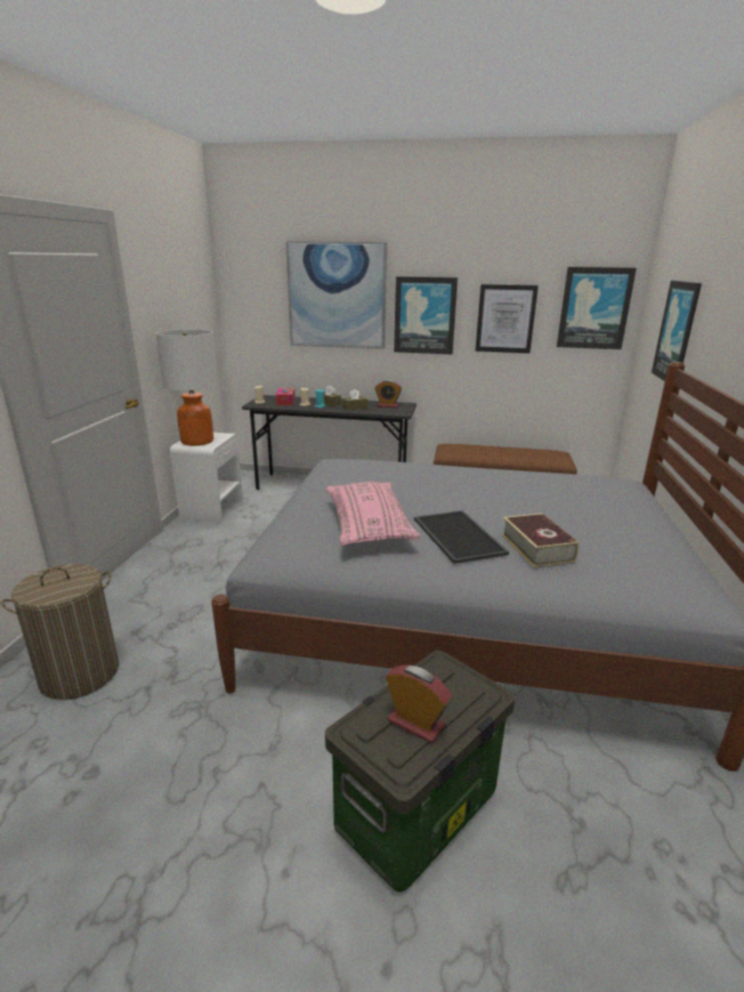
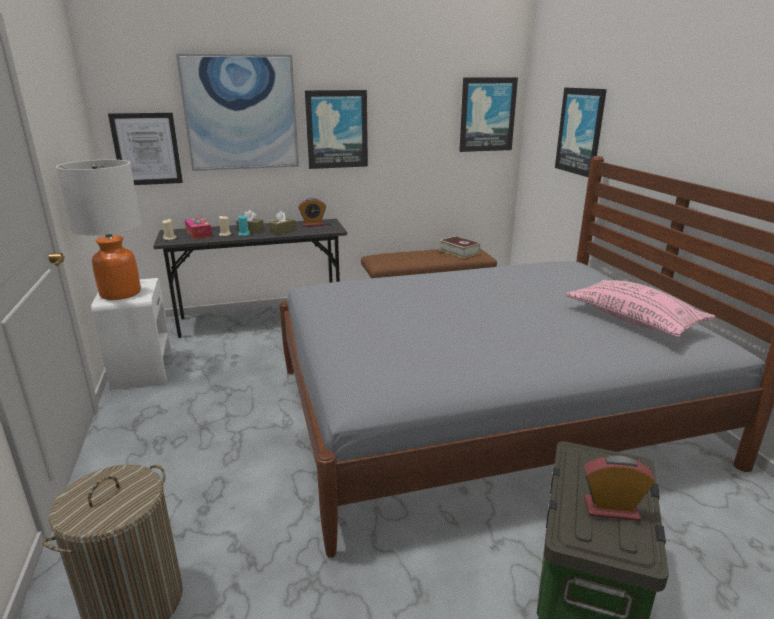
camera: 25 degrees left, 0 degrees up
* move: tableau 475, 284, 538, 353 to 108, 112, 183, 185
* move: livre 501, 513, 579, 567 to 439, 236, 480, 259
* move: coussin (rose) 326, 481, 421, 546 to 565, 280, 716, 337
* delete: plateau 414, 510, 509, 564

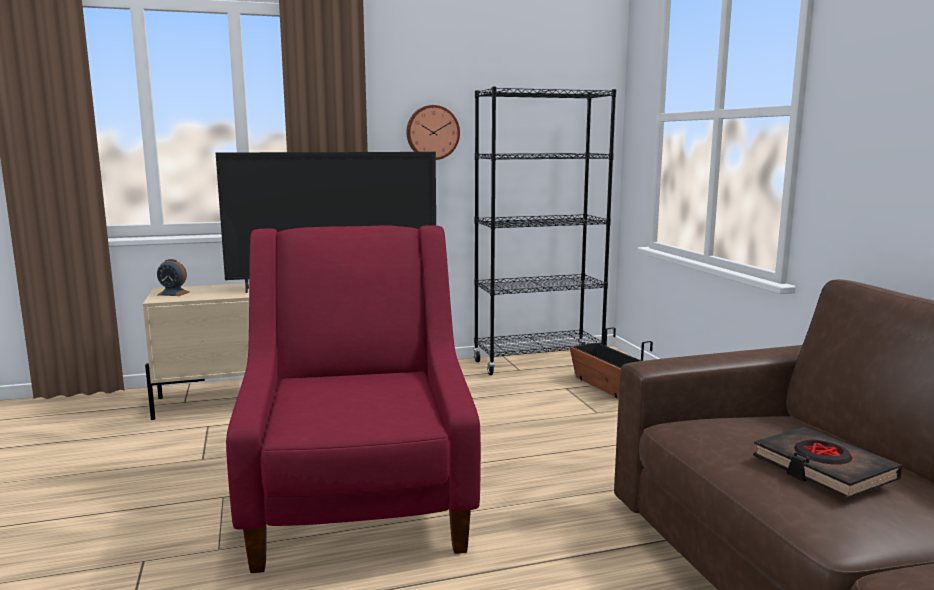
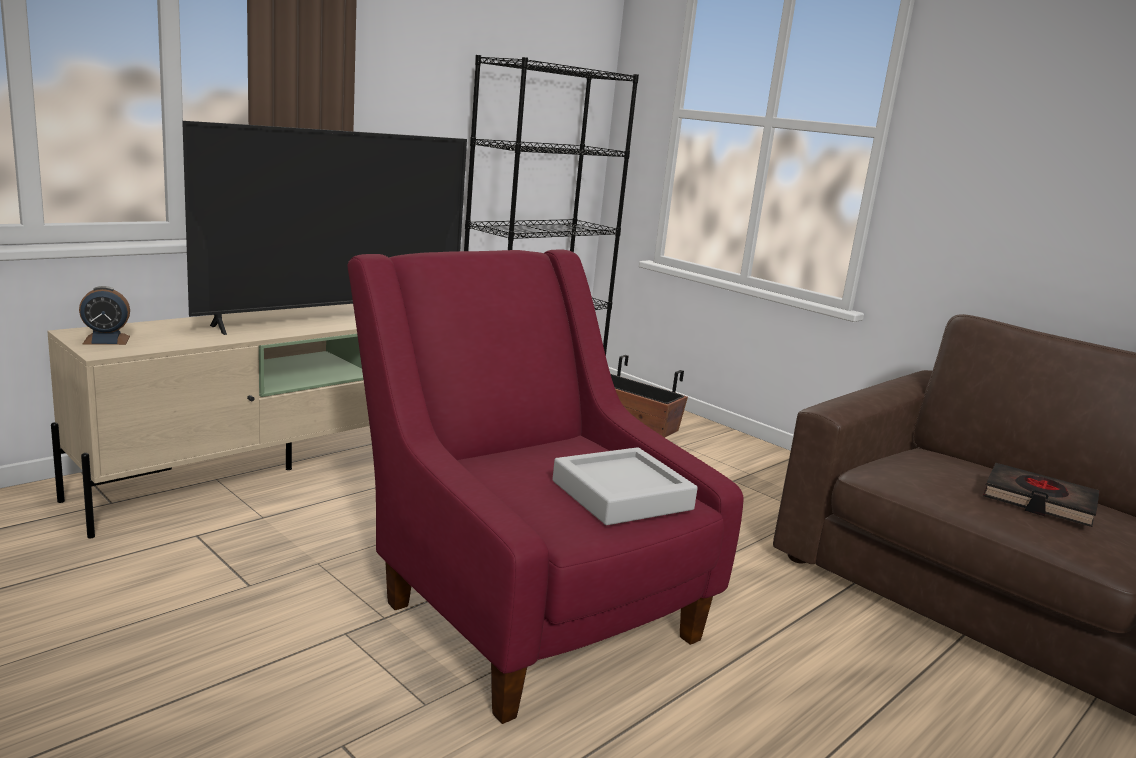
camera: 30 degrees left, 5 degrees up
* insert: plateau (gris) 552, 447, 698, 525
* delete: horloge murale 406, 105, 460, 160

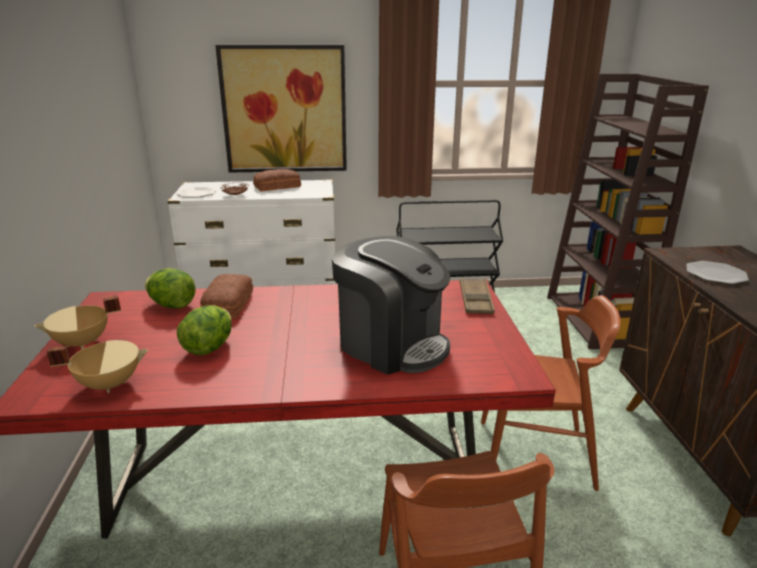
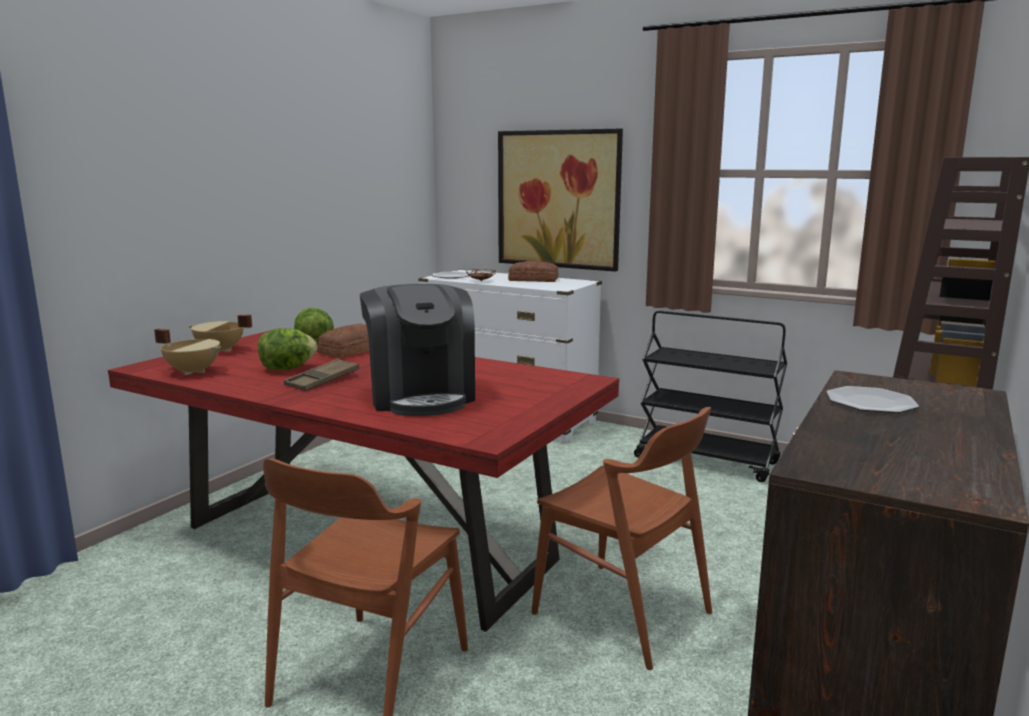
camera: 35 degrees right, 10 degrees down
* move: plateau (marron) 460, 278, 495, 314 to 284, 359, 359, 391

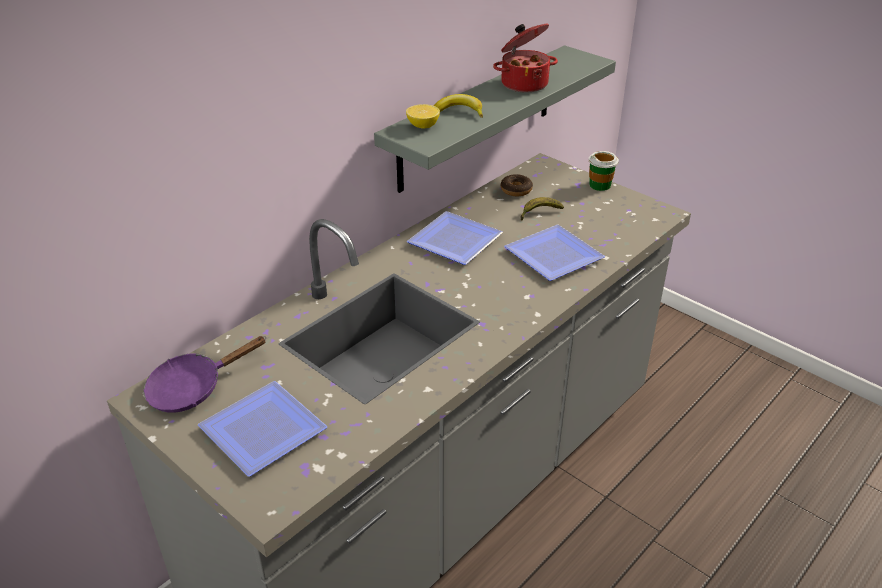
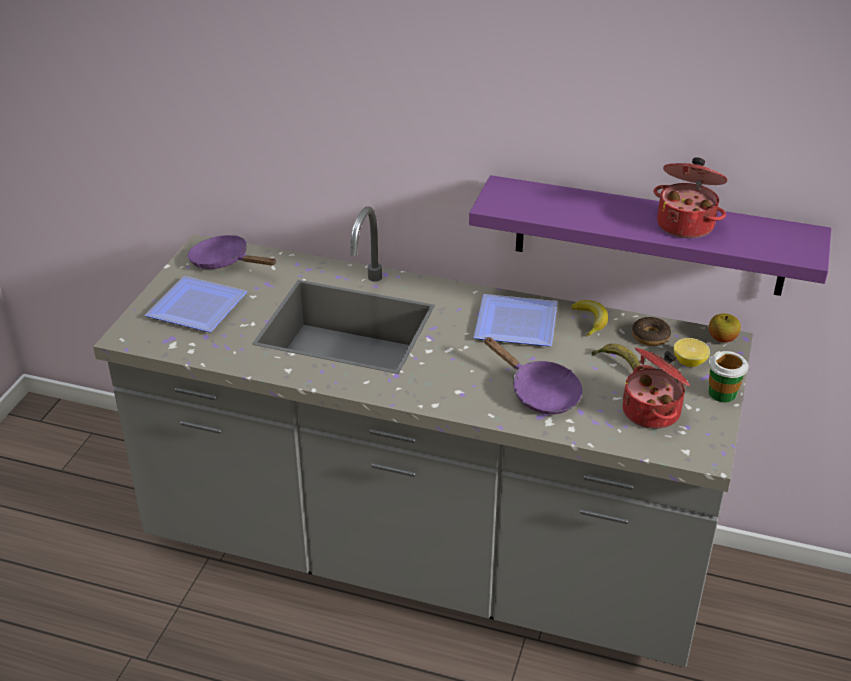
camera: 65 degrees right, 0 degrees up
* recolor: étagère (gris) 374, 45, 616, 193 to étagère (violet) 469, 175, 831, 296
* replace: assiette 504, 225, 605, 281 to poêle (violet) 484, 337, 582, 415
* move: banane 434, 94, 483, 117 to 571, 300, 608, 336
* insert: marmite 623, 348, 690, 429
* move: citron 406, 104, 440, 129 to 673, 338, 710, 367
* insert: pomme 709, 313, 741, 343

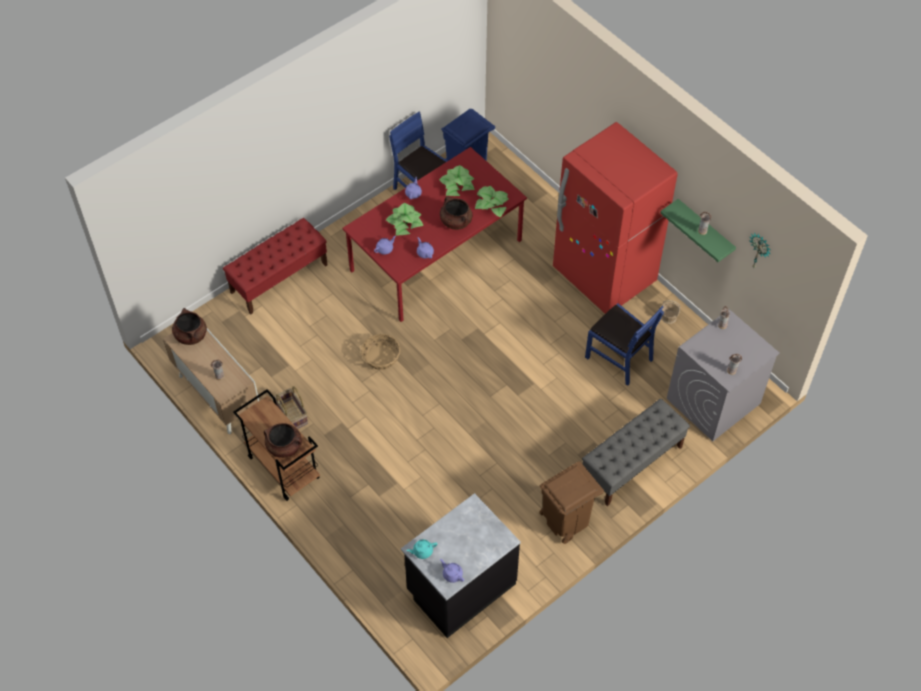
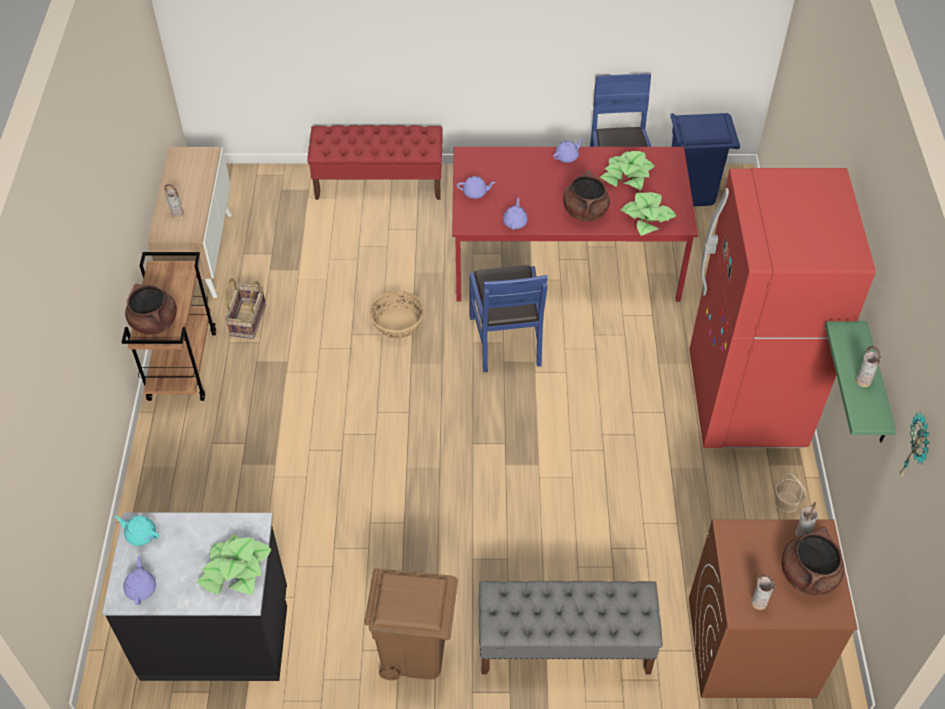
camera: 40 degrees right, 5 degrees down
* move: plante en pot 386, 203, 424, 236 to 197, 535, 272, 595
* move: chaise (bleu) 585, 303, 664, 386 to 469, 265, 548, 373
* recolor: lave-linge (gris) 667, 309, 780, 441 to lave-linge (marron) 689, 519, 858, 698
* move: marmite (marron) 172, 308, 207, 345 to 782, 527, 844, 595

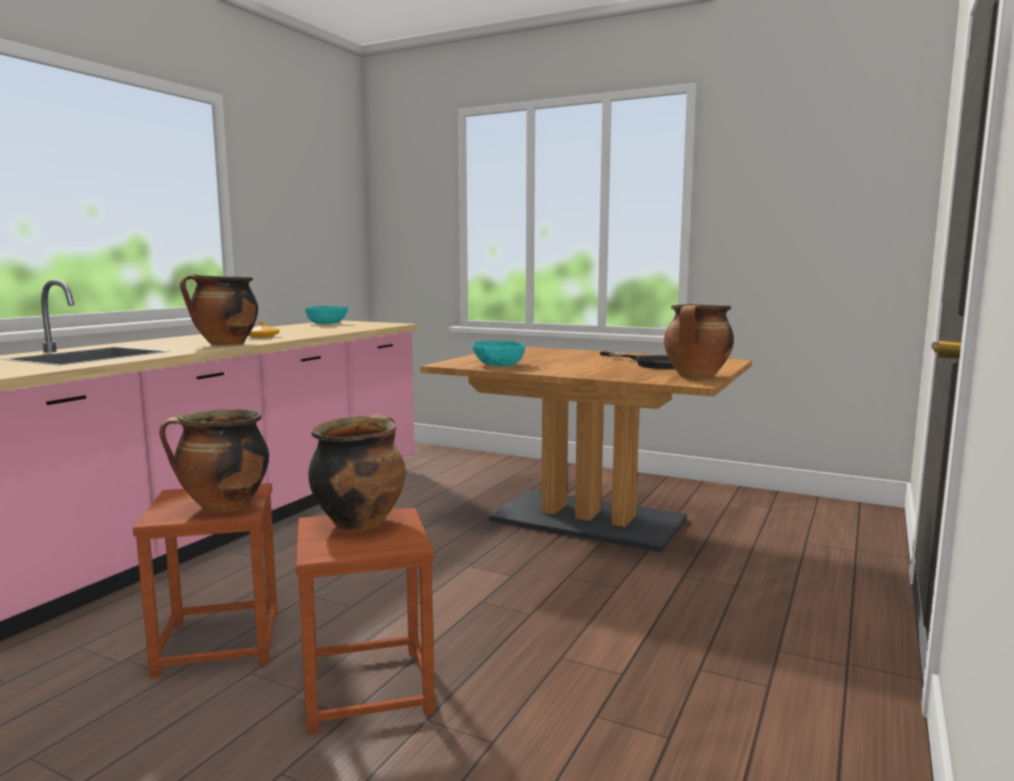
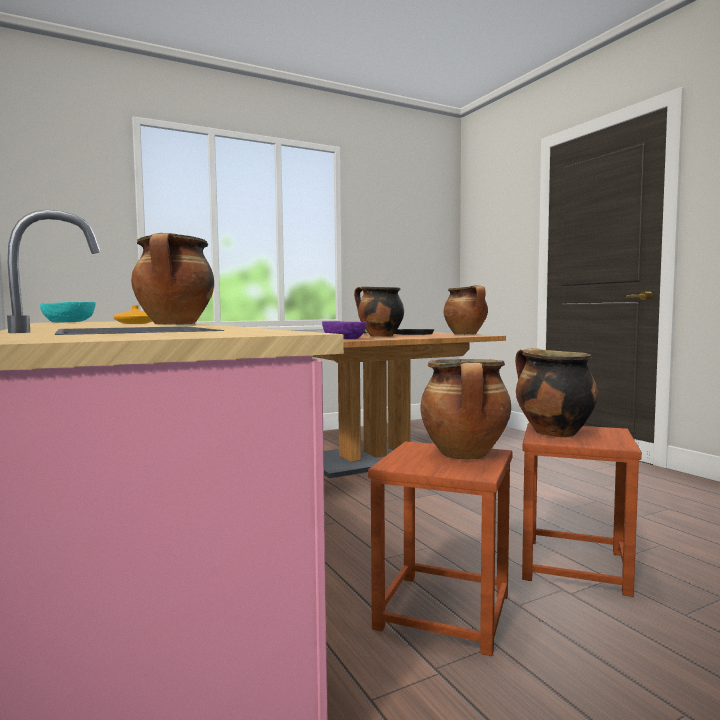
camera: 55 degrees left, 5 degrees down
* recolor: bol (turquoise) 472, 341, 525, 367 to bol (violet) 322, 321, 367, 339
* insert: marmite 354, 286, 404, 337

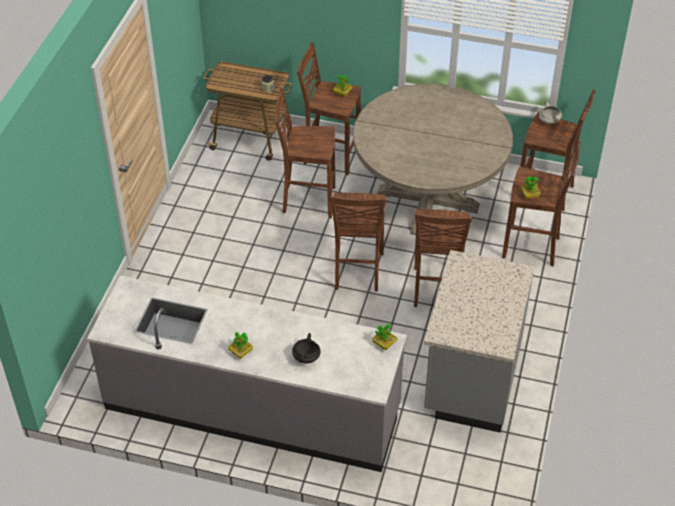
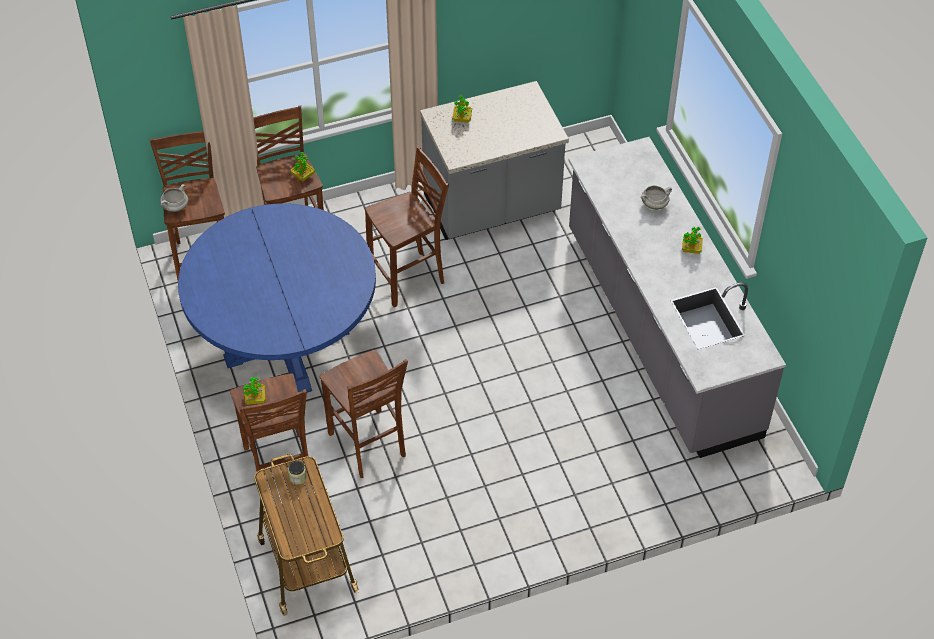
camera: 125 degrees left, 5 degrees up
* recolor: table à manger (beige) 353, 84, 513, 235 to table à manger (bleu) 178, 203, 376, 393
* move: plante en pot 373, 324, 397, 350 to 452, 95, 472, 123
* recolor: marmite (noir) 292, 333, 321, 363 to marmite (blanc) 641, 185, 672, 210
* delete: tabouret (marron) 330, 193, 386, 292

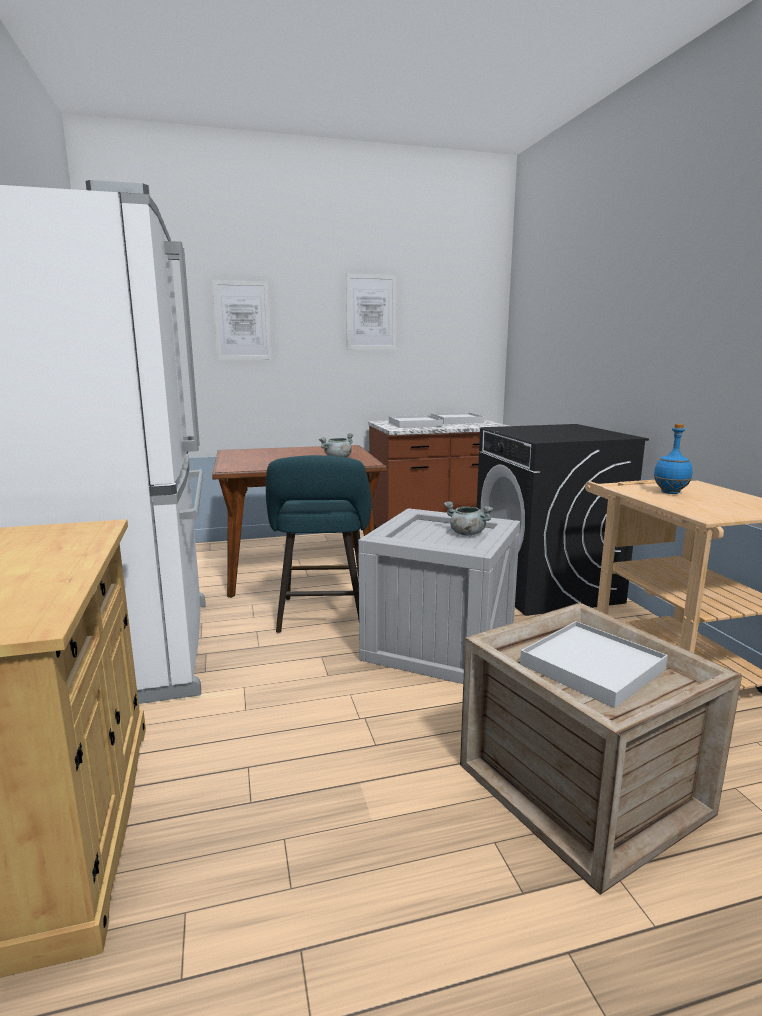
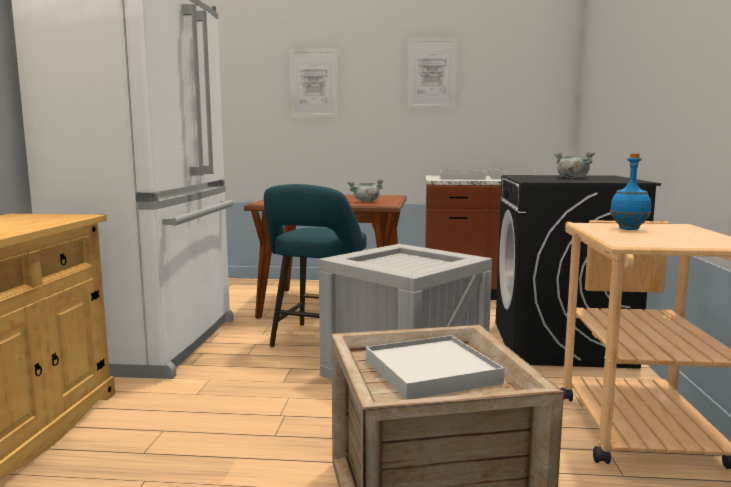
camera: 20 degrees right, 5 degrees down
* move: marmite (gris) 444, 501, 493, 536 to 554, 151, 595, 178

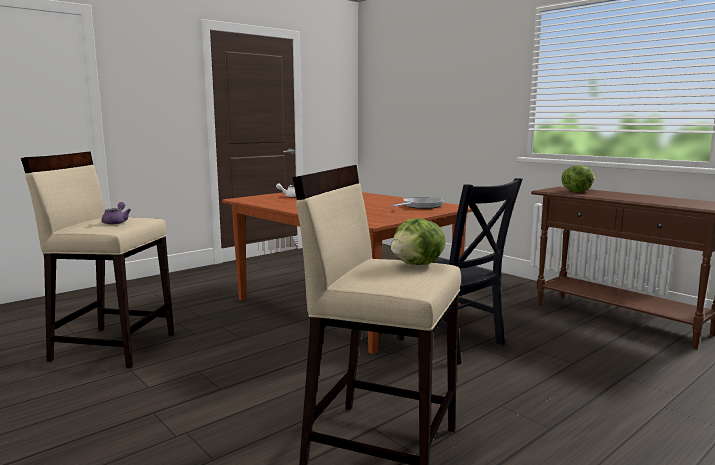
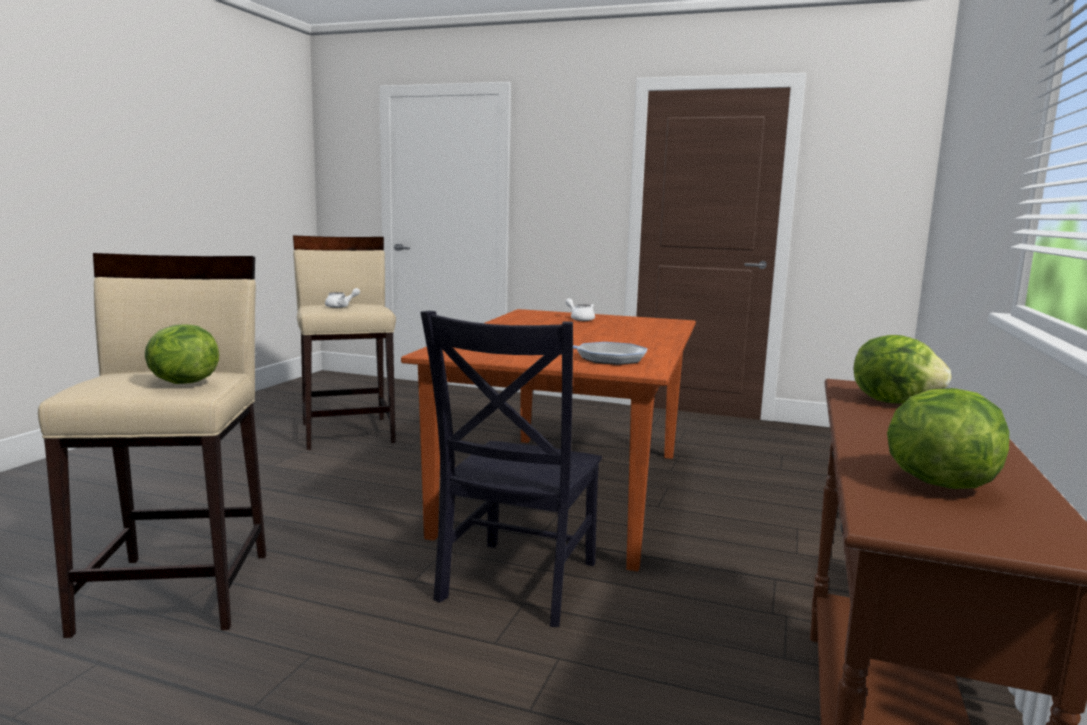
camera: 60 degrees right, 0 degrees up
* recolor: théière (violet) 101, 202, 131, 224 to théière (blanc) 325, 288, 360, 308
* insert: laitue 887, 388, 1009, 489

